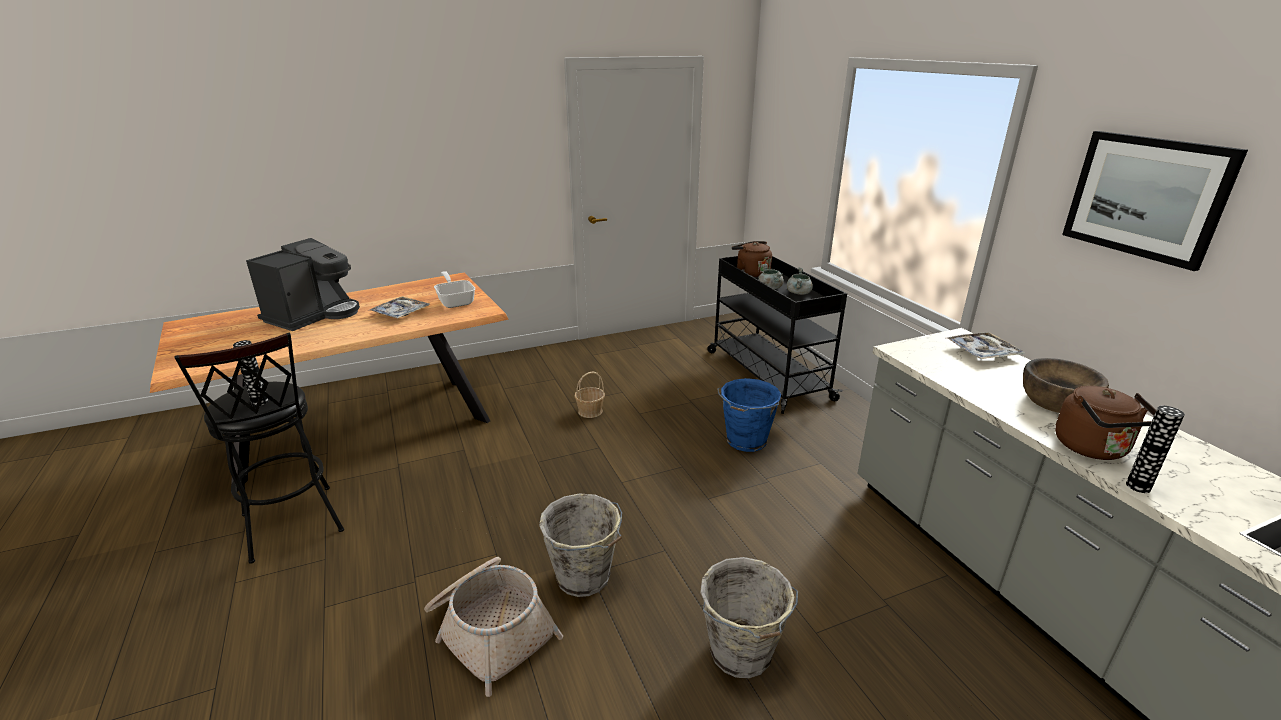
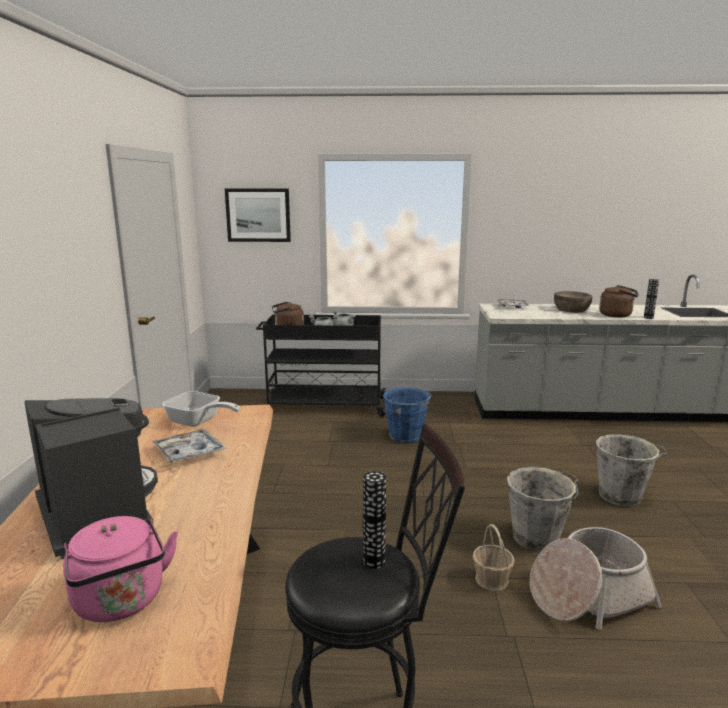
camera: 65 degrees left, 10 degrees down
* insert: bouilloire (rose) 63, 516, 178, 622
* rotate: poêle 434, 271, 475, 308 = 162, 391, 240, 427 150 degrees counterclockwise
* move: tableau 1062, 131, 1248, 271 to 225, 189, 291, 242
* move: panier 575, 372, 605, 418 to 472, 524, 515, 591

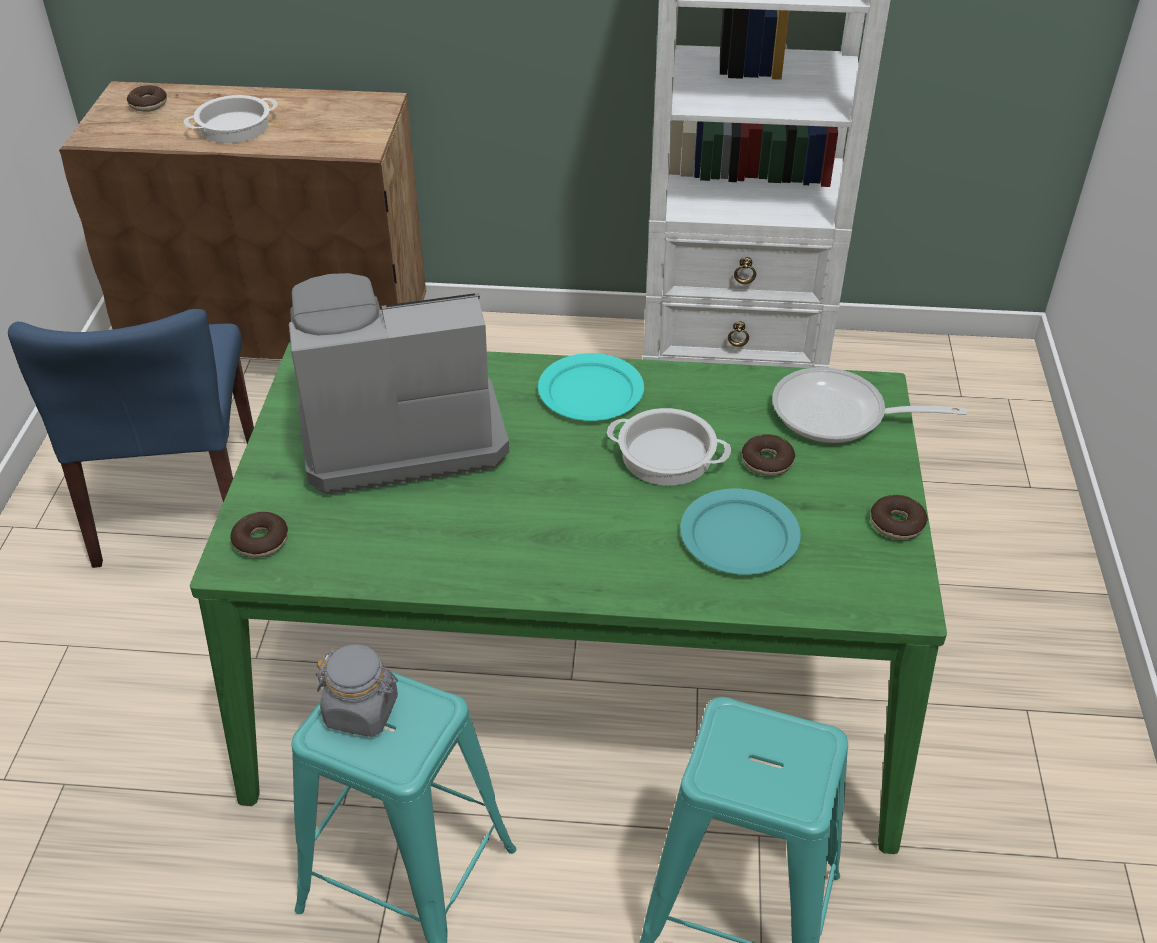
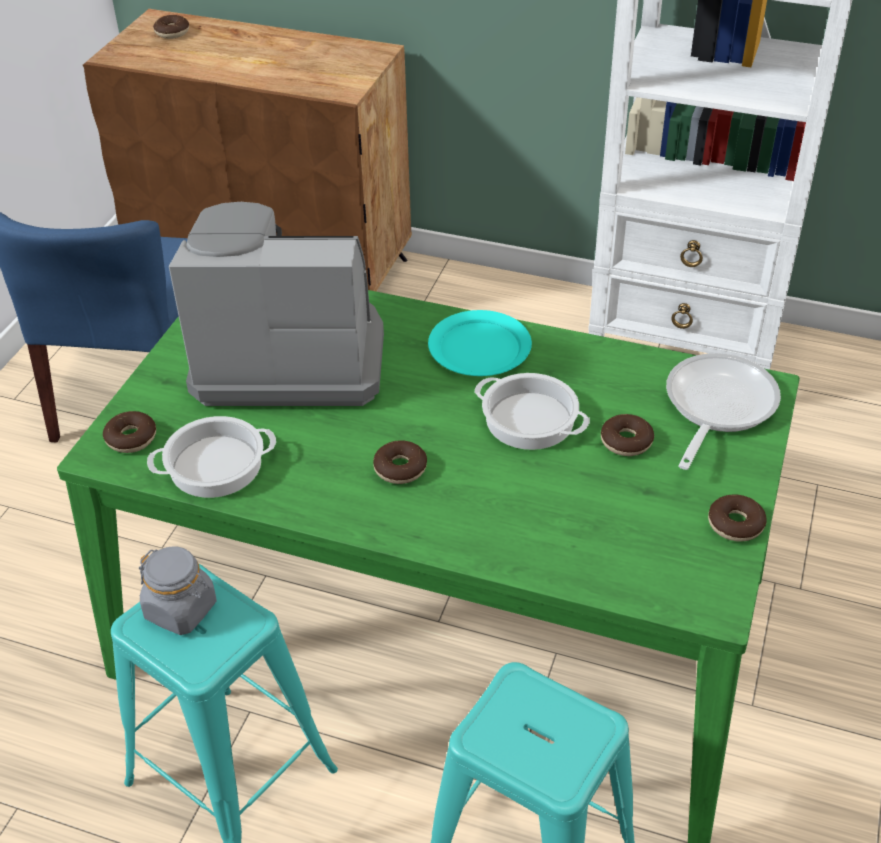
camera: 15 degrees right, 0 degrees up
* move: marmite 184, 95, 278, 143 to 147, 416, 276, 498
* insert: beignet 373, 440, 427, 484
* rotate: poêle 772, 367, 967, 443 = 666, 353, 781, 470 90 degrees clockwise
* delete: assiette (turquoise) 680, 488, 801, 575

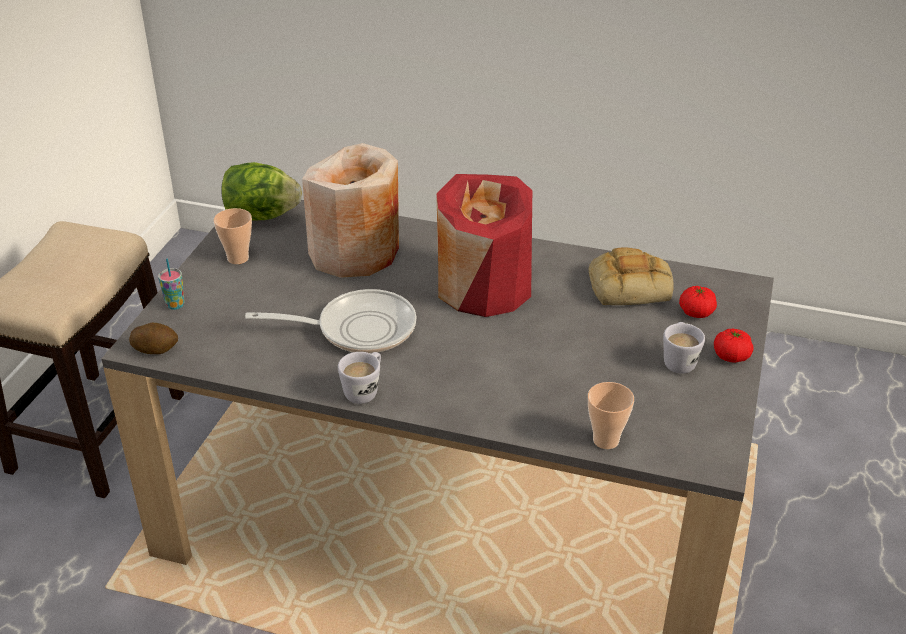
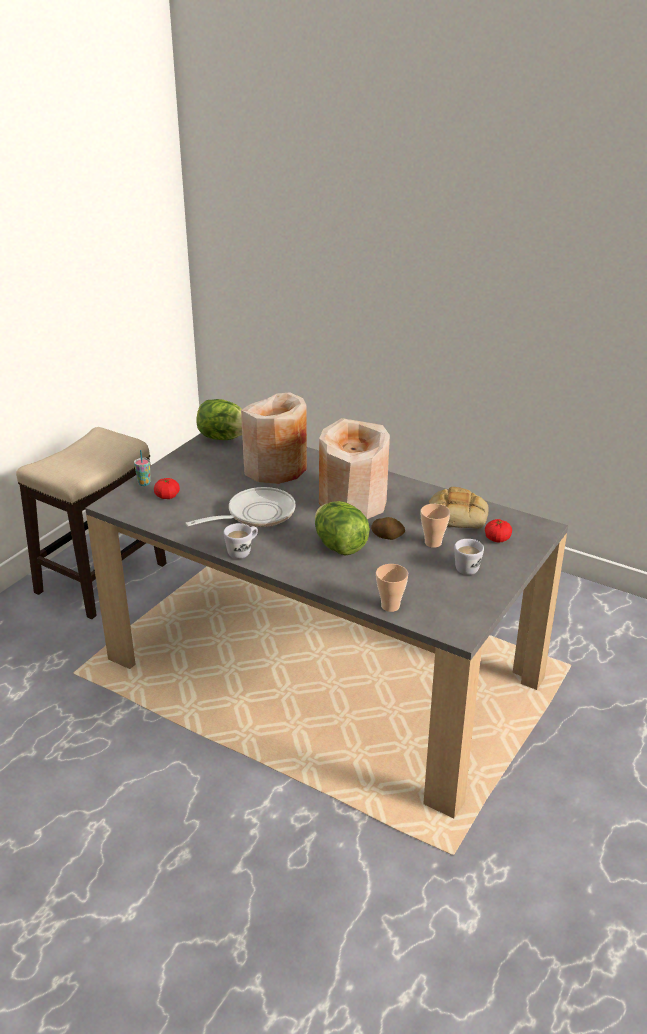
camera: 15 degrees right, 5 degrees down
* move: tomate 714, 329, 754, 363 to 154, 478, 180, 499
* rotate: poêle 245, 289, 416, 353 = 185, 487, 296, 527 45 degrees counterclockwise
* insert: laitue 315, 501, 370, 555
* recolor: vase (rouge) 436, 174, 532, 317 to vase (beige) 319, 418, 390, 519
* move: pomme de terre 129, 323, 178, 354 to 371, 517, 405, 540
* move: tasse 214, 208, 252, 264 to 421, 504, 450, 548

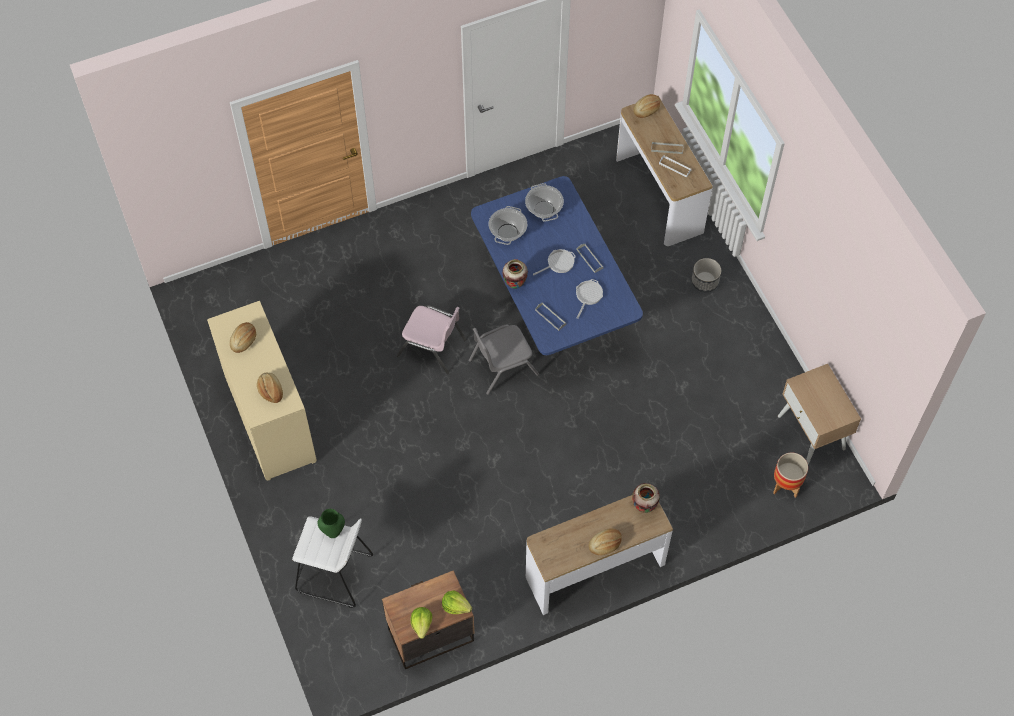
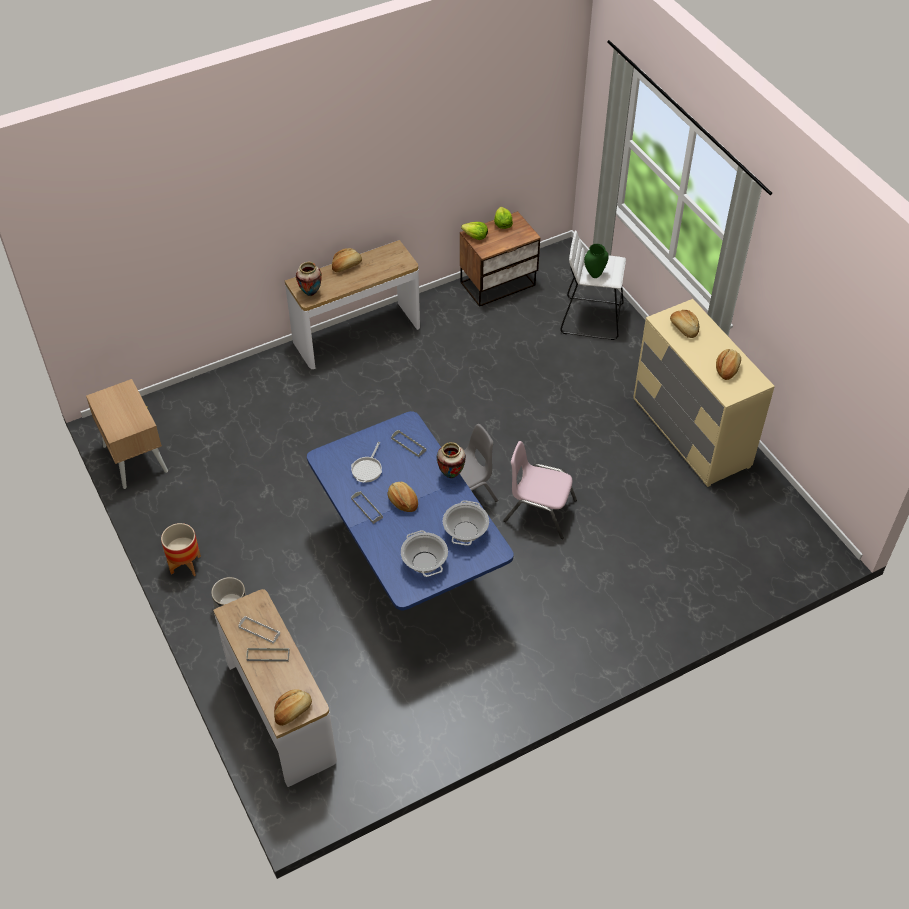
camera: 175 degrees right, 10 degrees down
* move: cache-pot 773, 453, 808, 498 to 161, 523, 201, 576
* replace: poêle 533, 249, 576, 275 to pain 387, 482, 418, 512

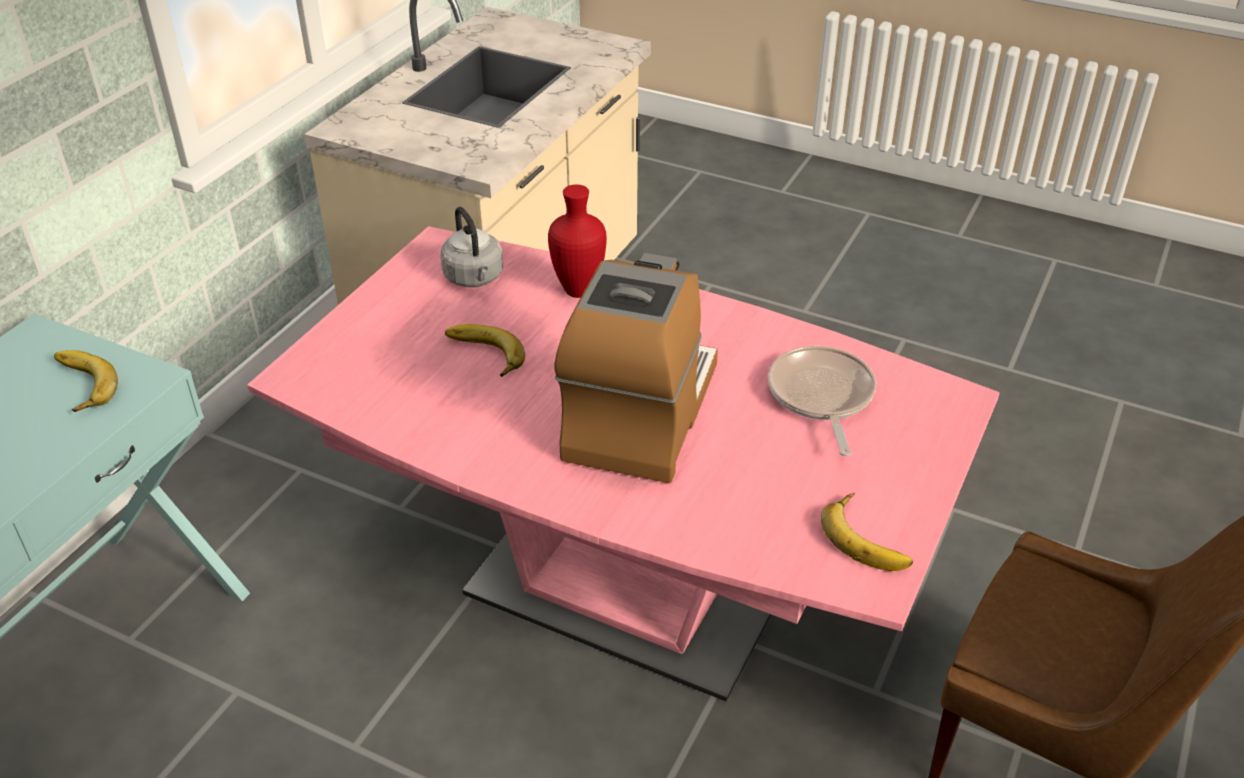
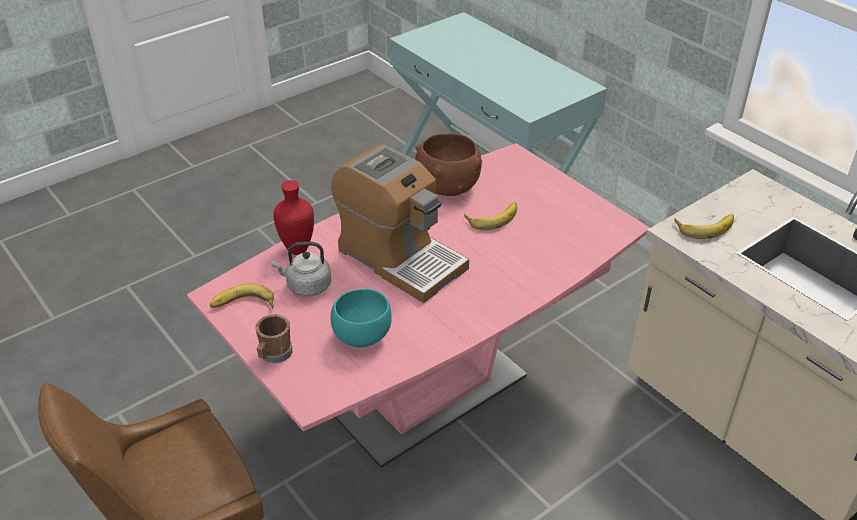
camera: 115 degrees right, 0 degrees up
* insert: mug (marron) 256, 314, 292, 363
* move: bouilloire (gris) 440, 207, 503, 287 to 272, 242, 331, 297
* move: vase (rouge) 548, 184, 607, 298 to 273, 180, 314, 255
* replace: poêle 768, 346, 876, 456 to bol (turquoise) 331, 289, 392, 347
* insert: bol (marron) 415, 134, 482, 196
* move: banane 54, 350, 118, 412 to 674, 214, 734, 239

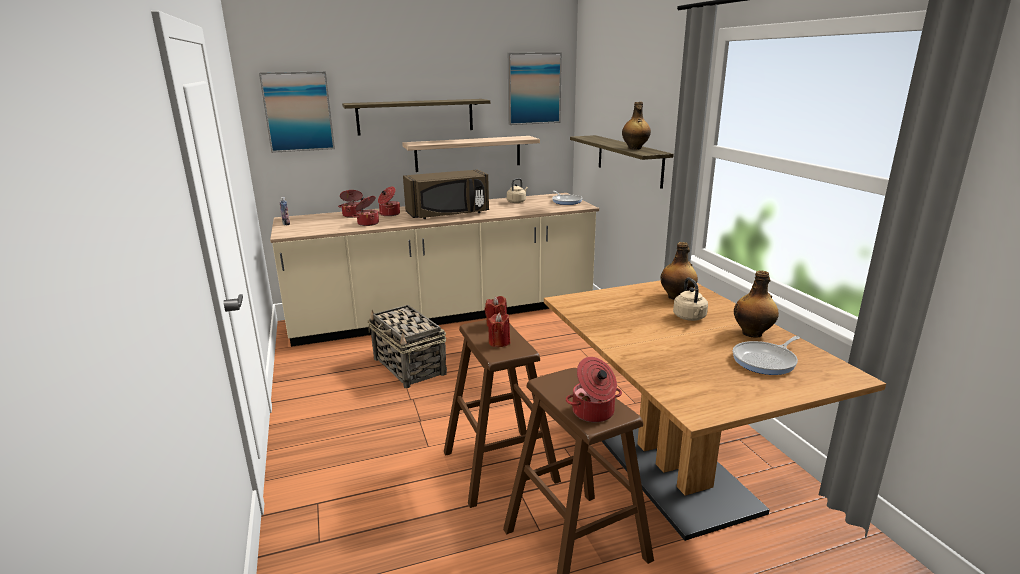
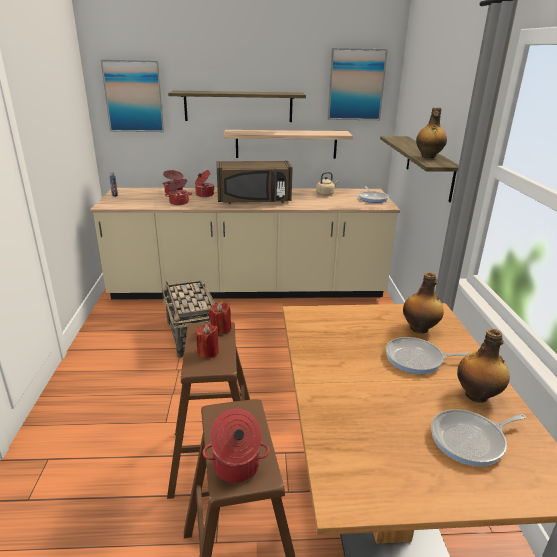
camera: 15 degrees right, 5 degrees up
* replace: bouilloire (beige) 673, 277, 708, 321 to poêle 386, 337, 470, 374

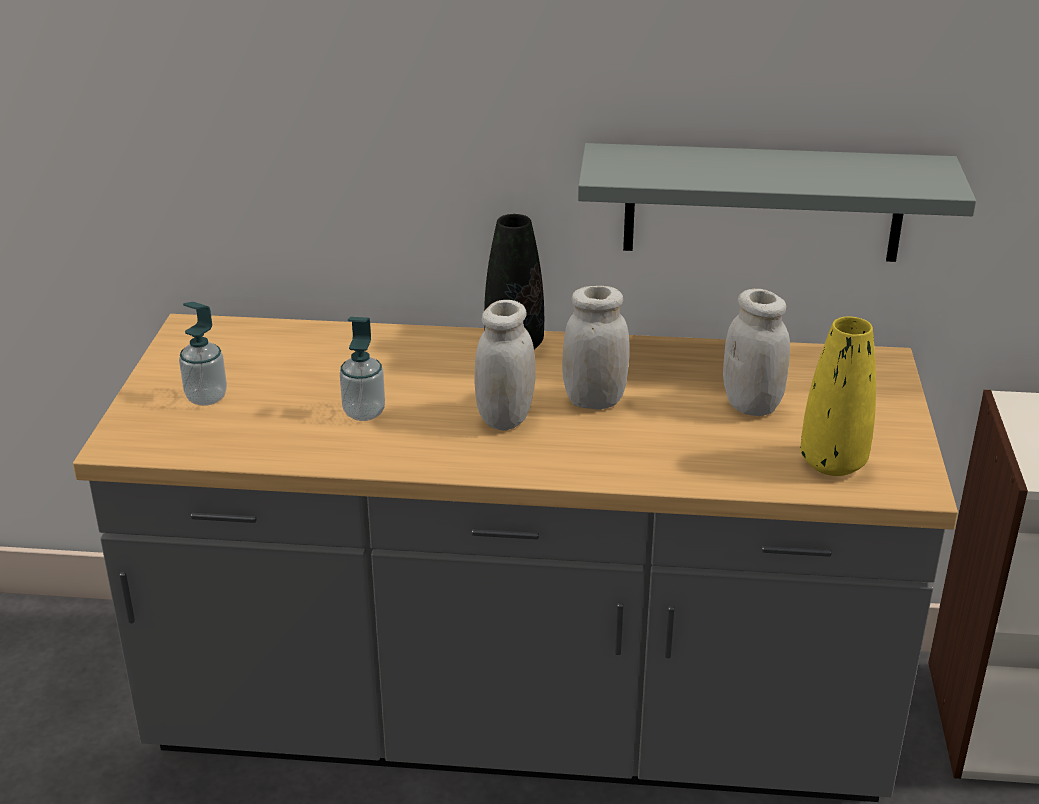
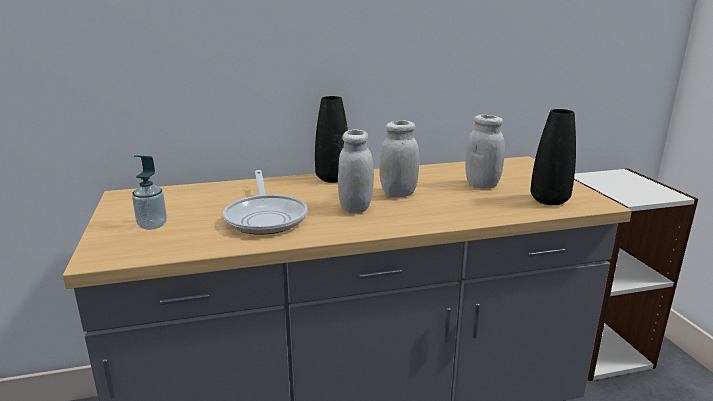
camera: 20 degrees left, 10 degrees down
* replace: distributeur de savon 340, 317, 385, 421 to poêle 223, 170, 307, 235
* recolor: vase (jaune) 801, 316, 876, 476 to vase (noir) 530, 109, 576, 205
* delete: étagère (gris) 578, 143, 976, 262

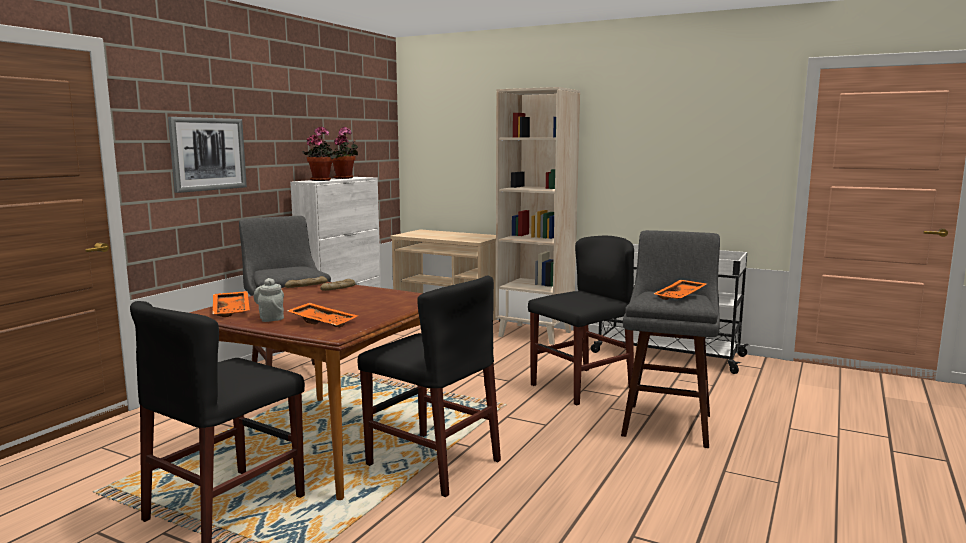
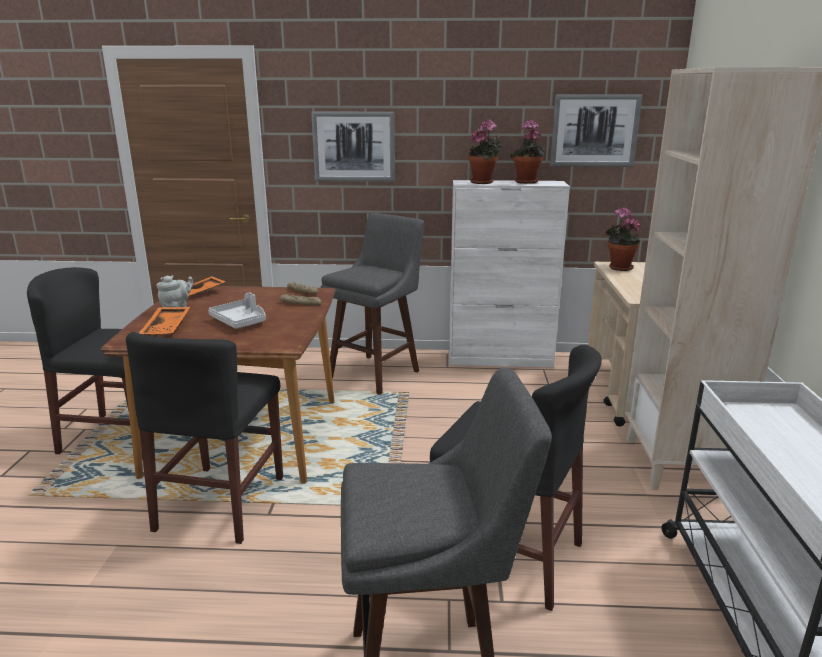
camera: 65 degrees right, 10 degrees up
* insert: plateau (gris) 208, 292, 266, 329
* insert: tableau 550, 94, 642, 167
* insert: plante en pot 605, 207, 640, 271
* delete: plateau (orange) 654, 280, 707, 300

